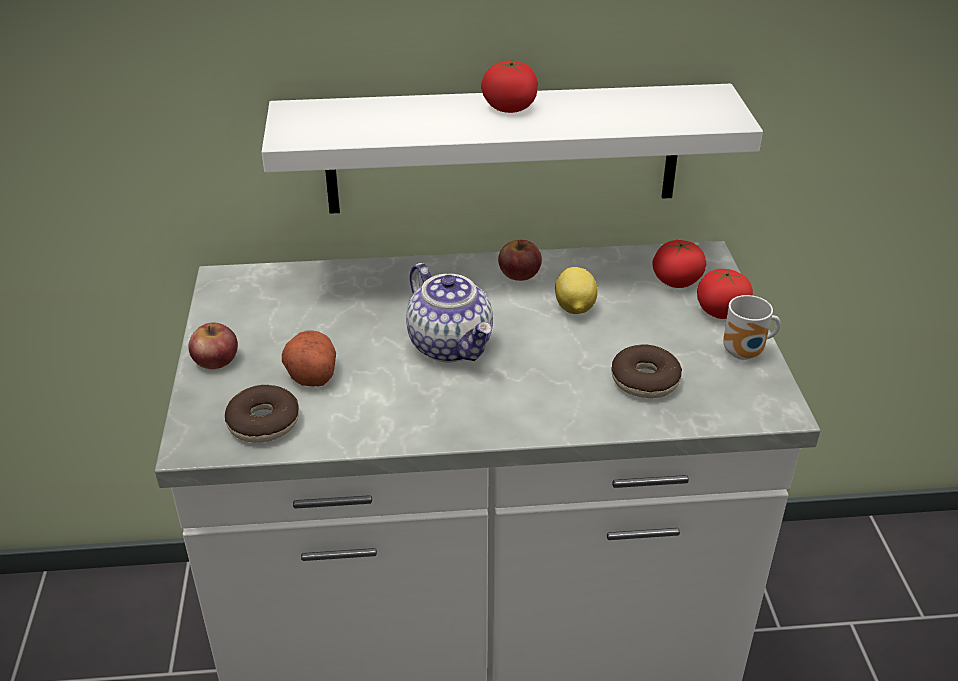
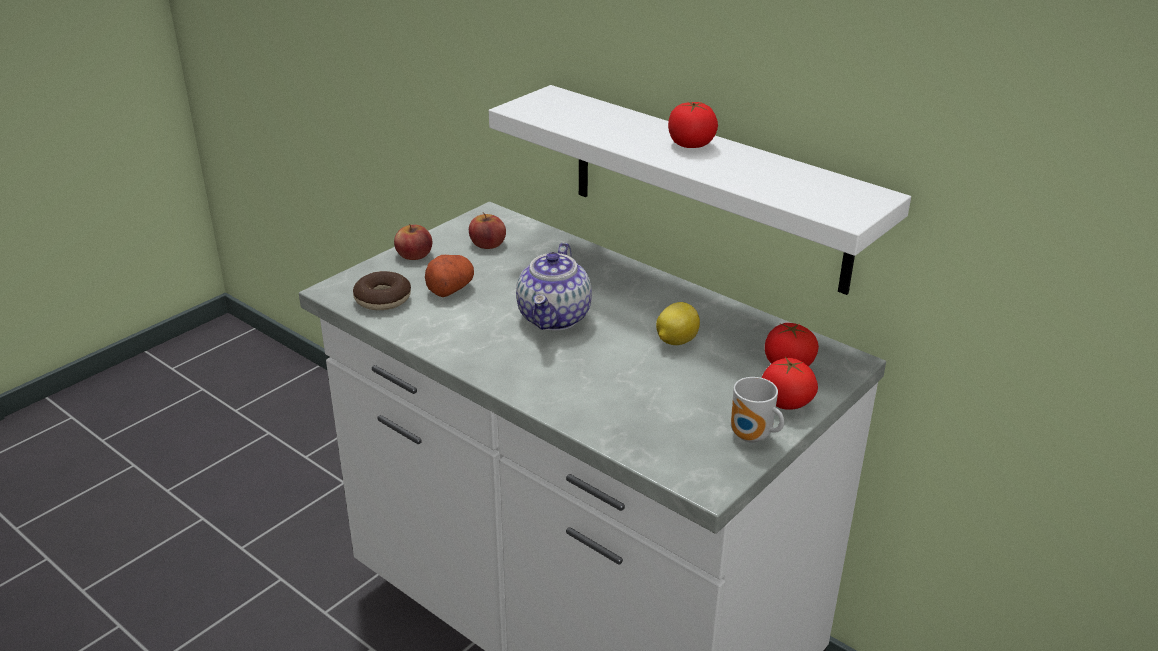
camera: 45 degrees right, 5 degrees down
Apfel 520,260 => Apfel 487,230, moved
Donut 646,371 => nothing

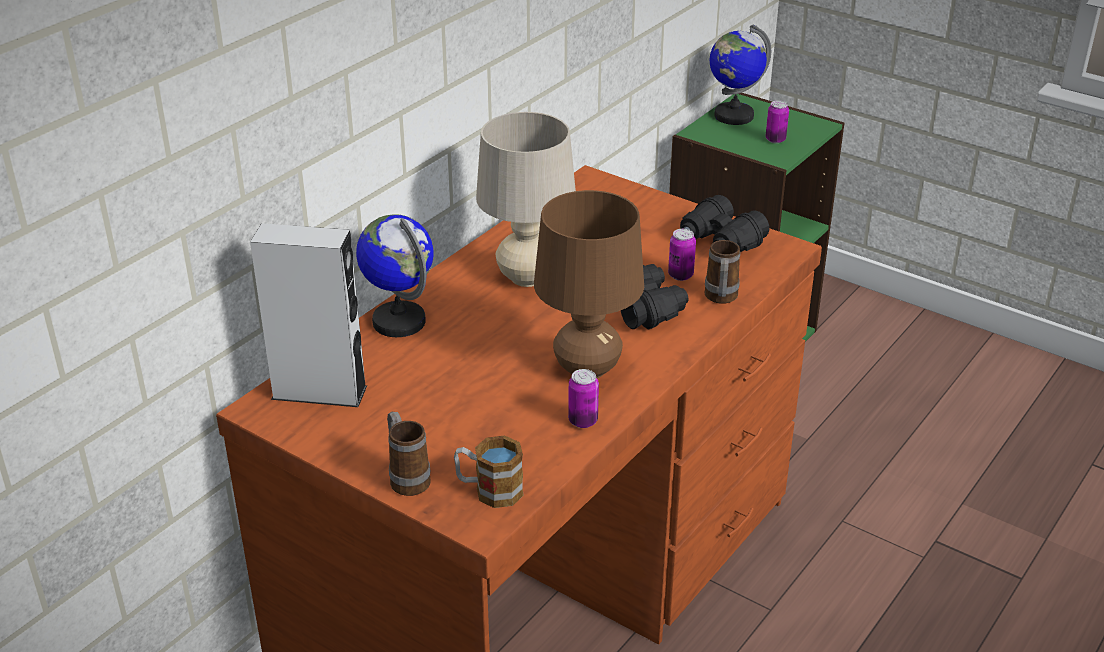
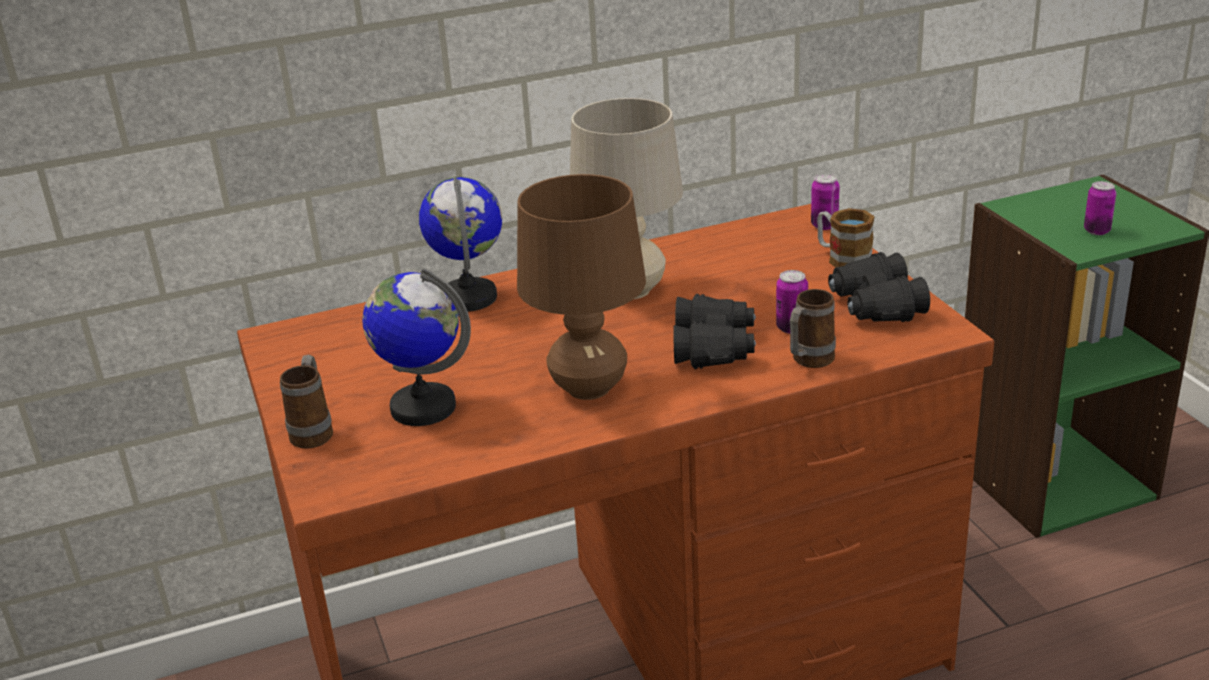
camera: 35 degrees right, 5 degrees down
Globus 740,74 => Globus 416,347, moved
Dose 583,398 => Dose 825,202, moved
Henkelbecher 489,471 => Henkelbecher 846,238, moved
Lautsprecher (grau) 308,315 => nothing

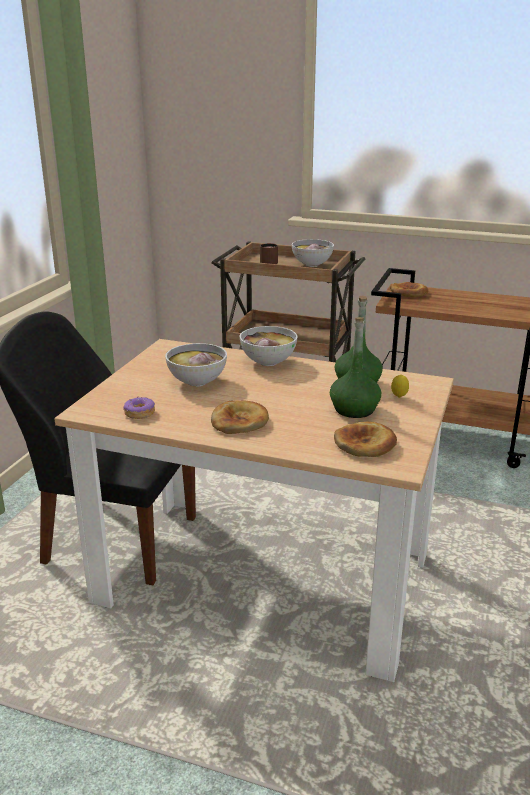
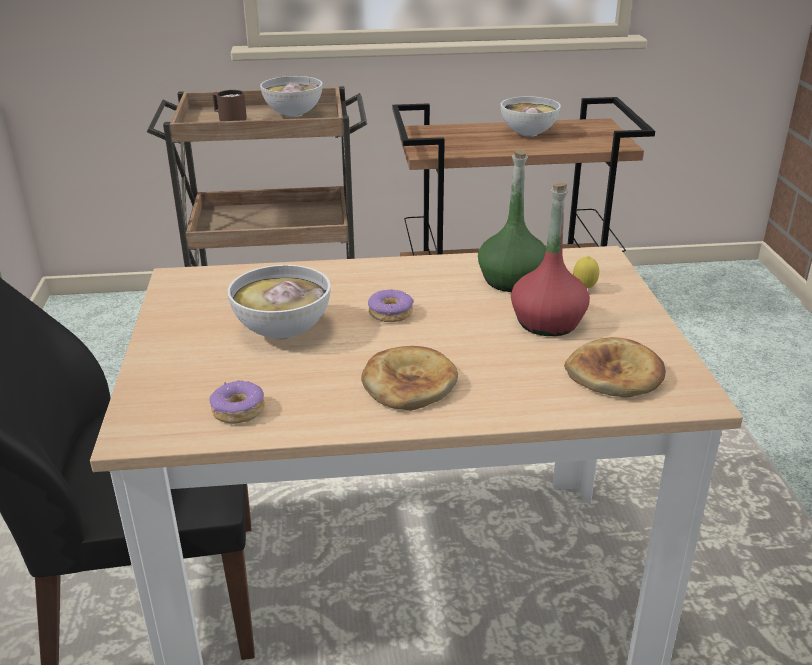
camera: 25 degrees left, 5 degrees up
nothing => Donut 391,305
Schüssel 268,346 => Schüssel 531,116, moved
Flasche (grün) 355,367 => Flasche (rot) 550,259
Brot 409,289 => nothing

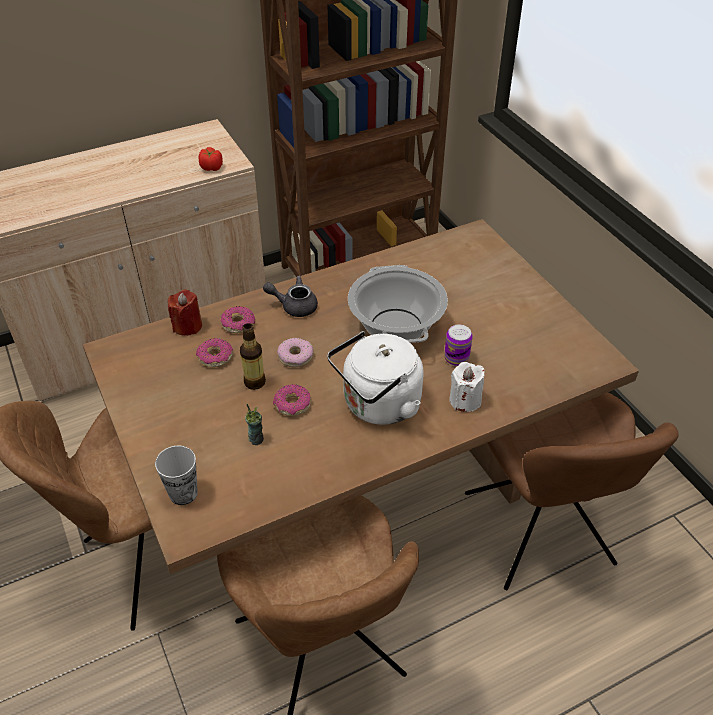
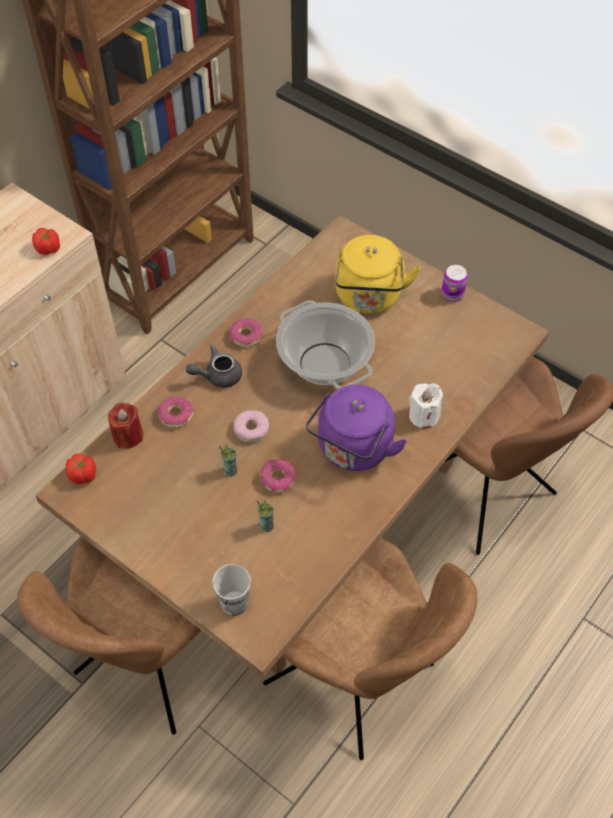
camera: 25 degrees left, 10 degrees up
nothing => Tomate 81,469
Flasche 253,356 => Tasse 228,460
Donut 214,352 => Donut 246,332, moved
Wasserkessel (weiß) 375,378 => Wasserkessel (lila) 356,427
nothing => Wasserkessel (gelb) 378,274
Dose 458,345 => Dose 454,283, moved

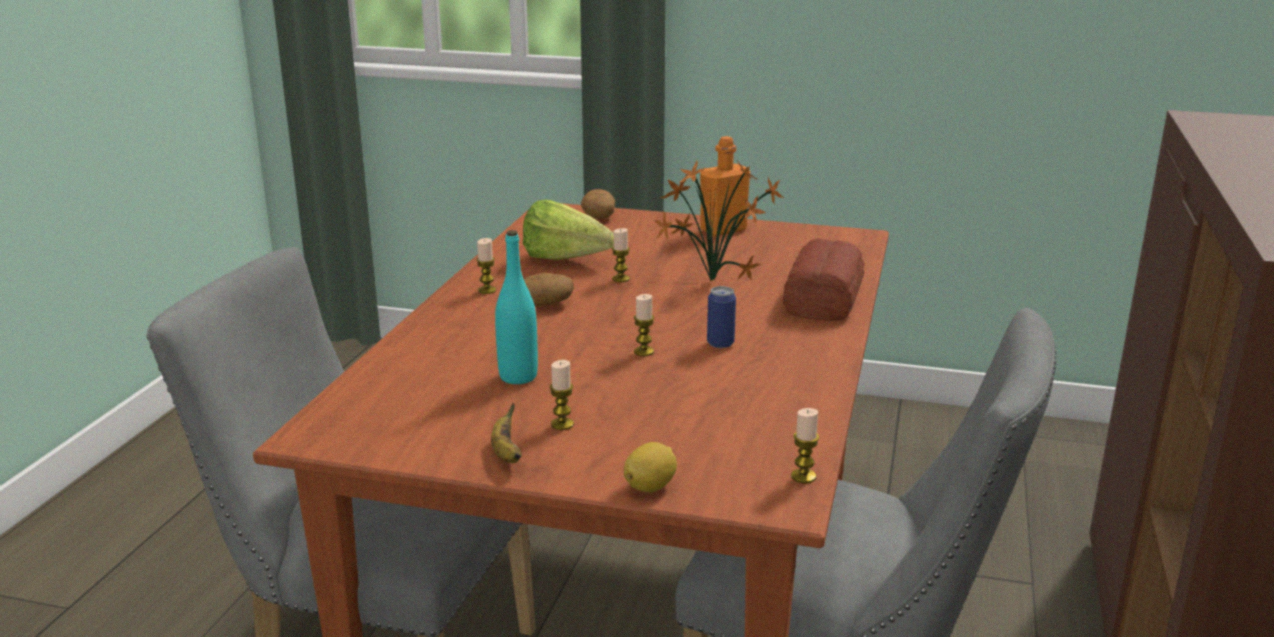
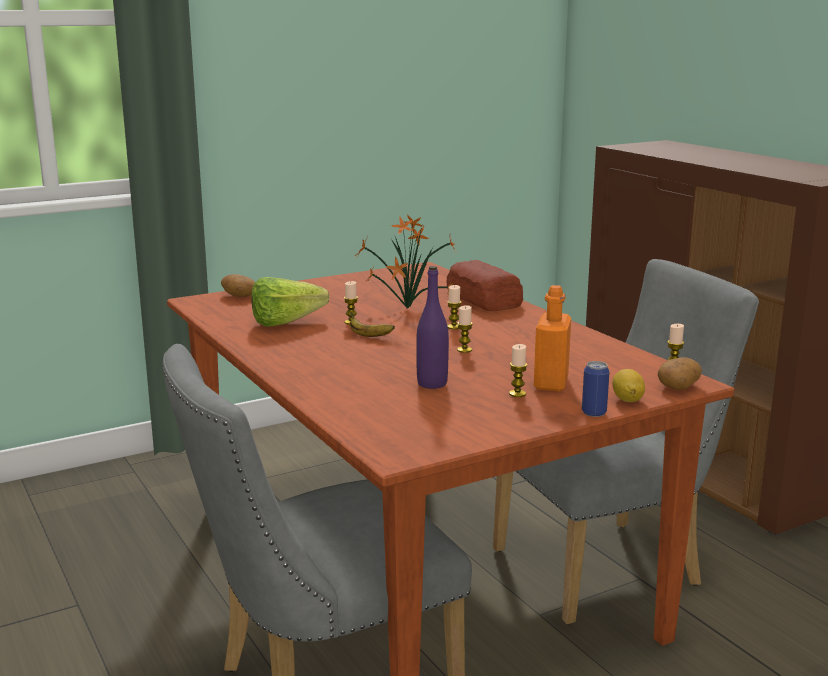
camera: 45 degrees left, 5 degrees down
Banane 506,433 => Banane 372,324, moved
Flasche (türkis) 516,307 => Flasche (lila) 432,327
Kerze 486,266 => Kerze 454,307, moved
Flasche (orange) 725,186 => Flasche (orange) 552,338, moved
Dose 721,317 => Dose 596,389, moved
Kartoffel 549,289 => Kartoffel 680,373, moved

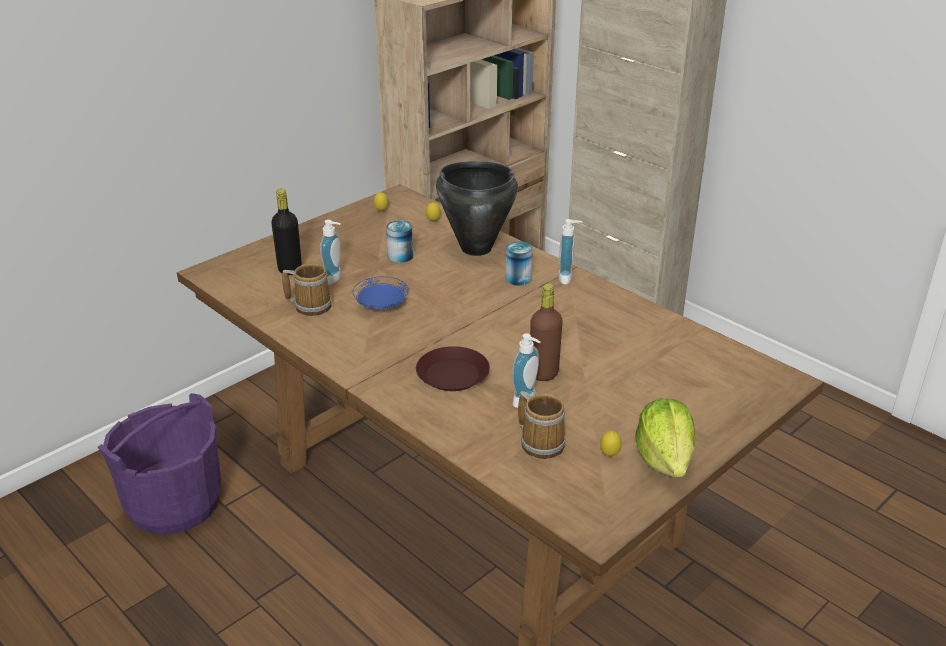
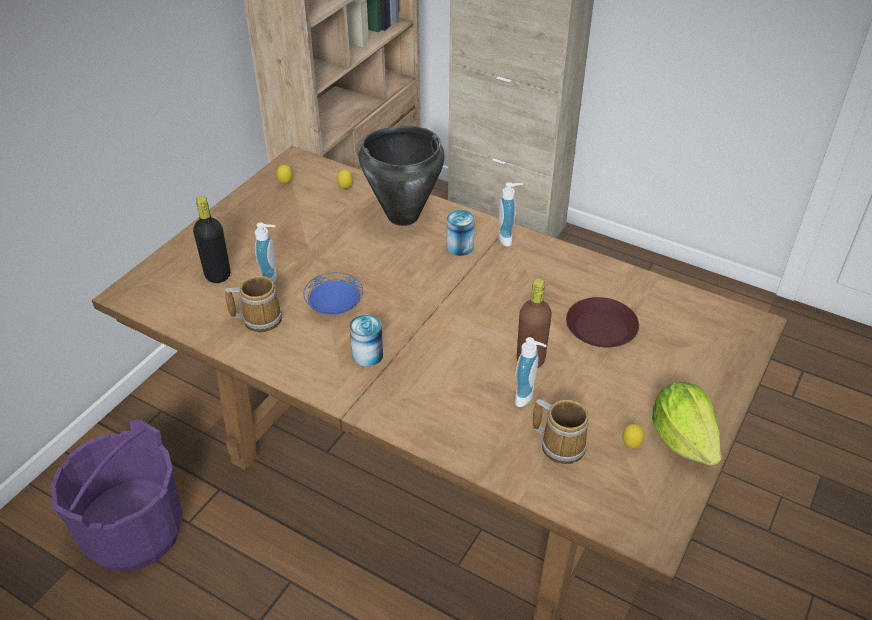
camera: 15 degrees left, 10 degrees up
Dose 399,242 => Dose 366,341, moved
Teller (braun) 453,368 => Teller (braun) 602,322, moved

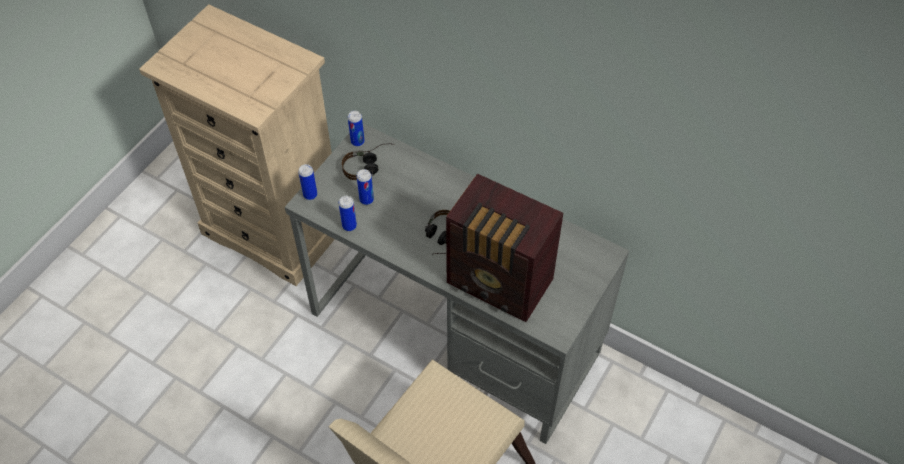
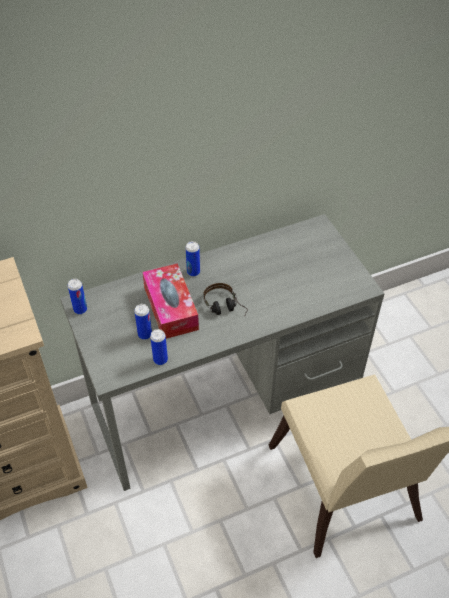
camera: 55 degrees left, 5 degrees down
nothing => Taschentuchbox 170,301
Dose 307,182 => Dose 193,259, moved
Kopfhörer 368,161 => nothing
Radio 504,248 => nothing

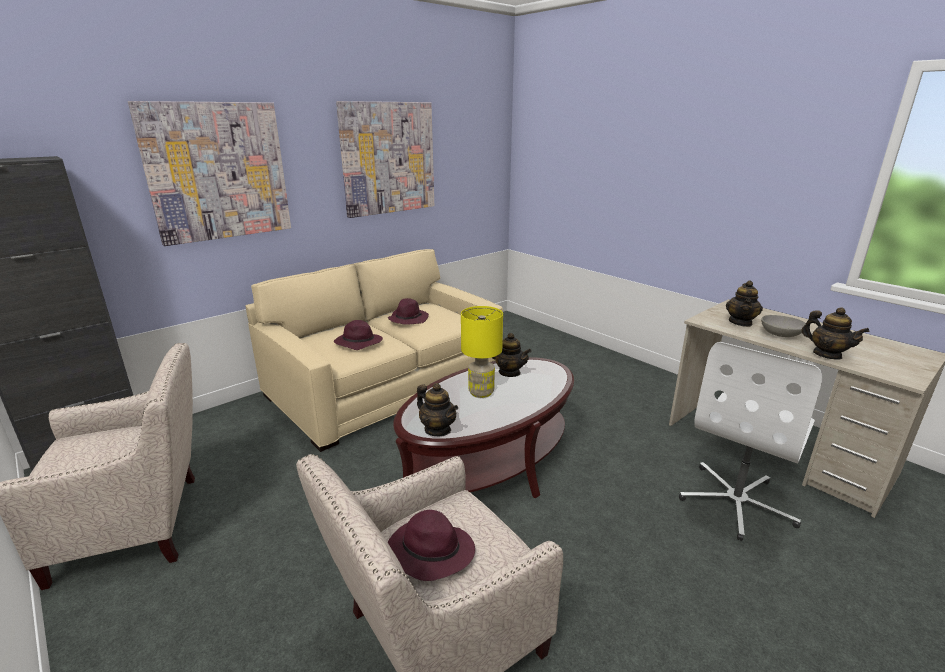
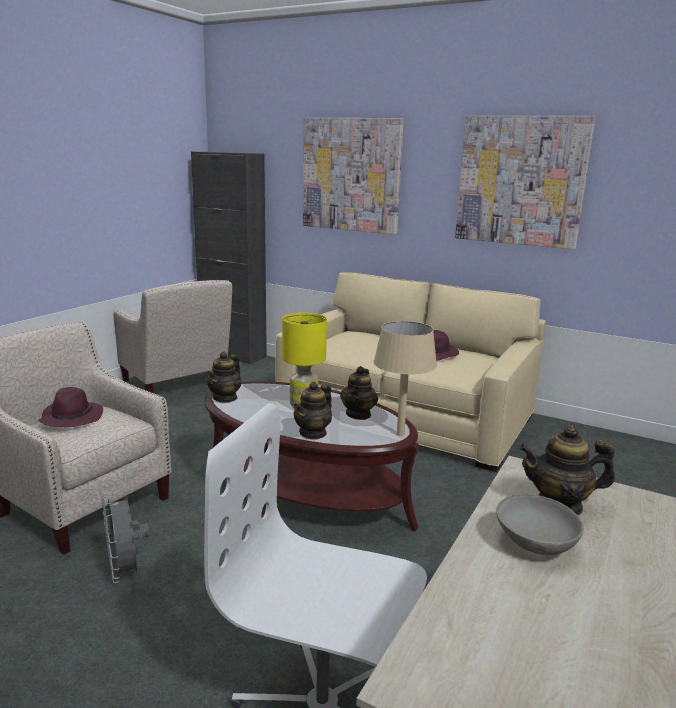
camera: 70 degrees right, 5 degrees down
nothing => Ventilator (grau) 125,538
Teekanne 836,333 => Teekanne 312,410, moved
nothing => Tischlampe (beige) 405,378
Hut (lila) 358,335 => nothing

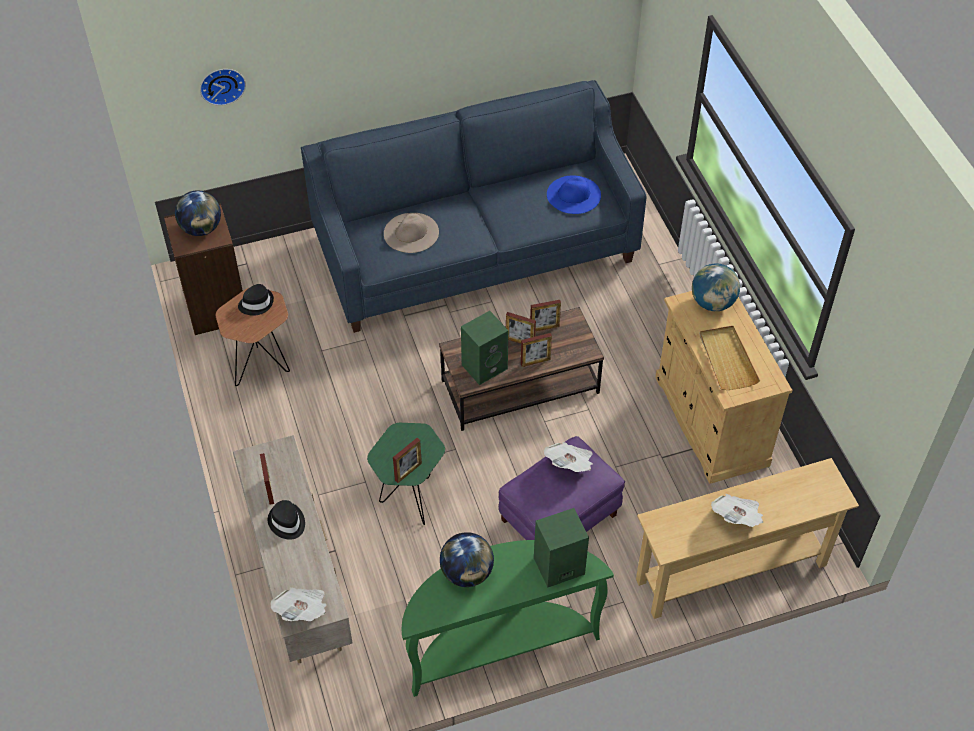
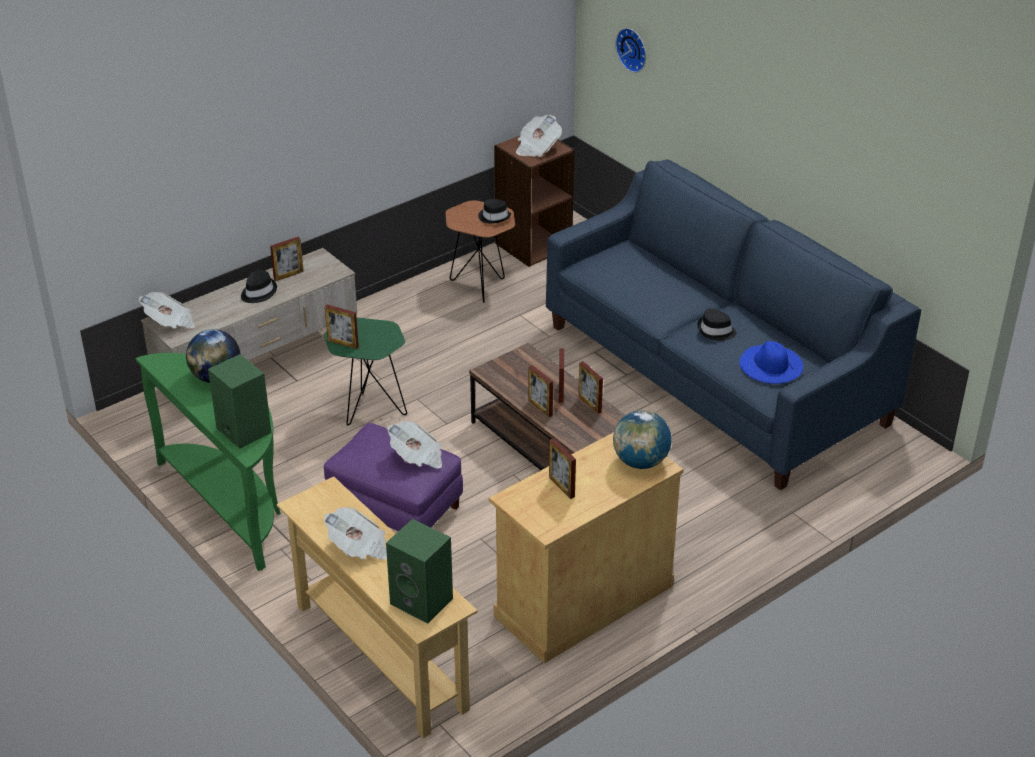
camera: 70 degrees right, 15 degrees down
Lautsprecher (grün) 484,348 => Lautsprecher (grün) 419,571, moved
Globus 198,213 => Zeitung 539,136
Tablett (beige) 730,358 => Bilderrahmen 562,468
nothing => Hut (schwarz) 717,324
Hut (beige) 411,233 => nothing

